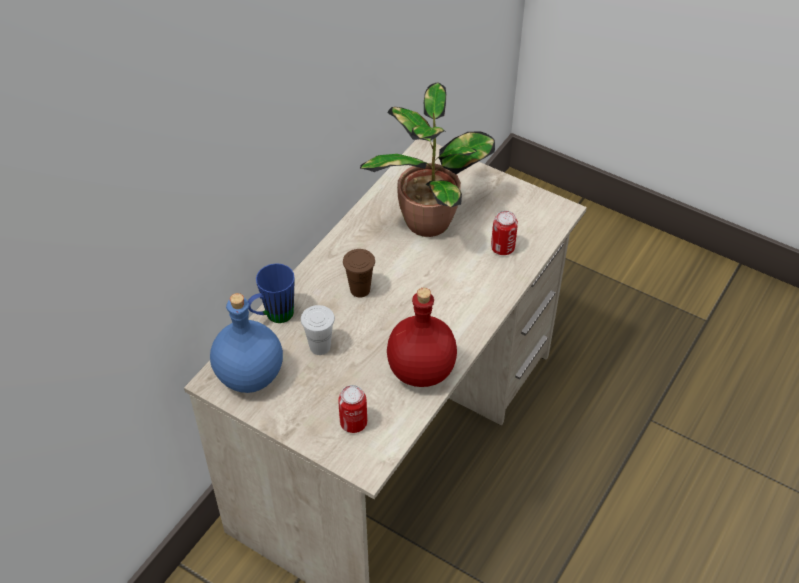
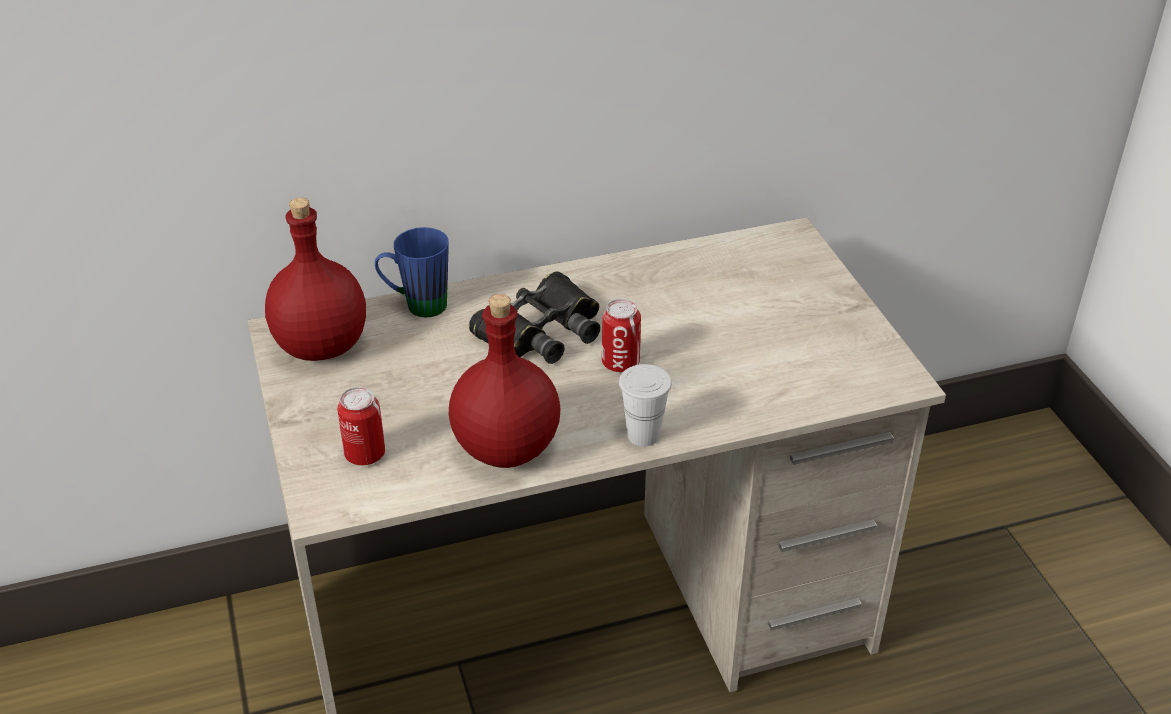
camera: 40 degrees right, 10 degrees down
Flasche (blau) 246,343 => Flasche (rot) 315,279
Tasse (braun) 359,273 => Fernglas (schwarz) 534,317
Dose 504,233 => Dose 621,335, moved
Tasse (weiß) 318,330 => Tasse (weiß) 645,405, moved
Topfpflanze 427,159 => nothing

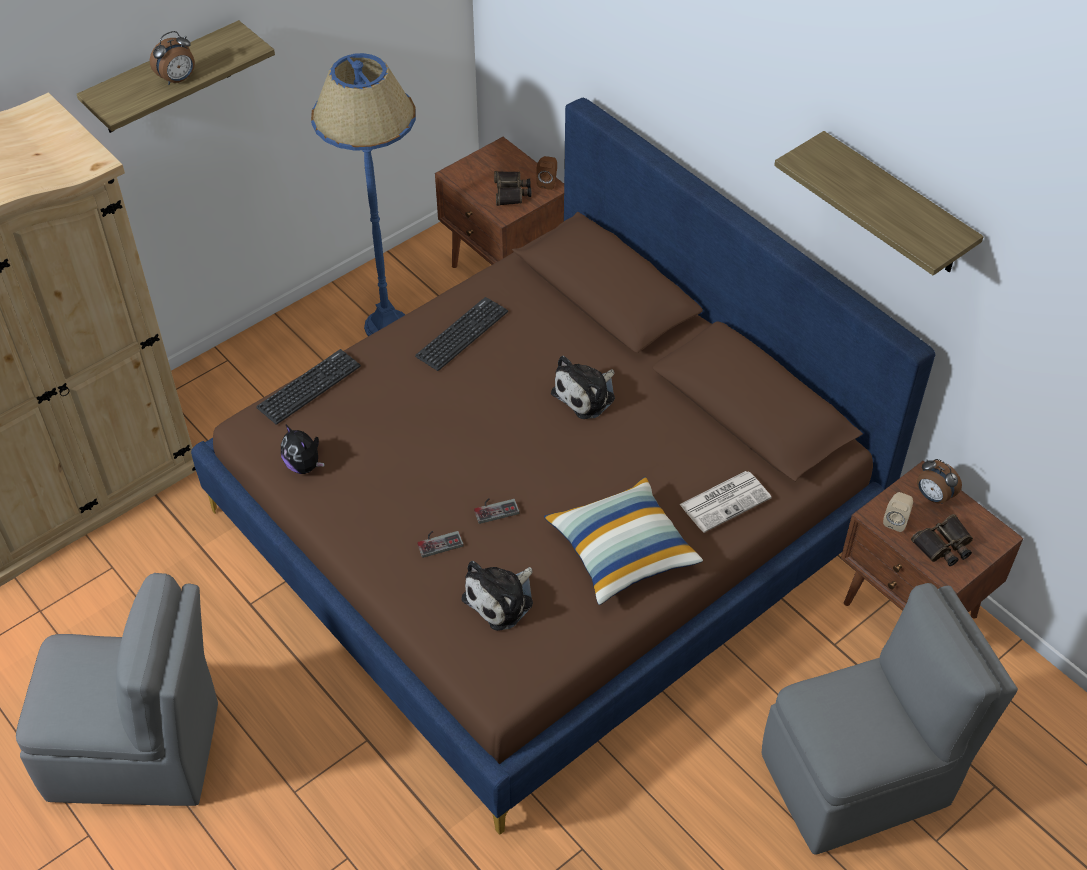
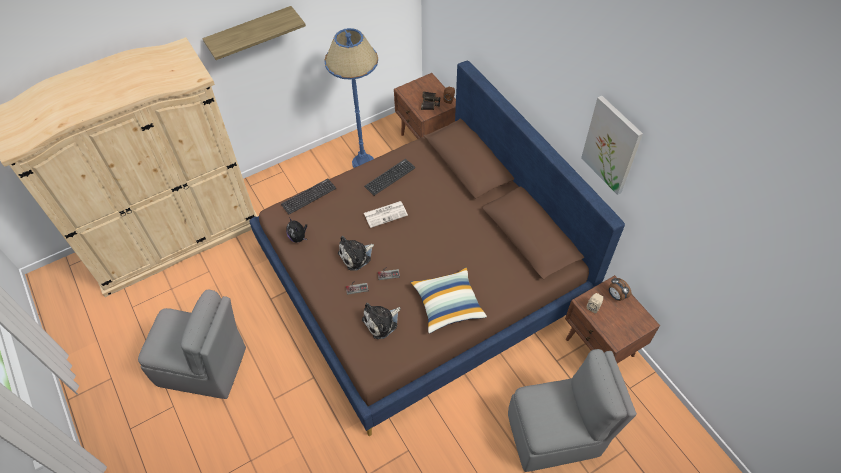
camera: 10 degrees right, 5 degrees up
Plüschtier 583,387 => Plüschtier 356,253, moved
Zeitung 725,502 => Zeitung 386,214, moved
Wandregal 879,203 => Bild 612,145
Wecker 172,58 => nothing
Fernglas 942,540 => nothing

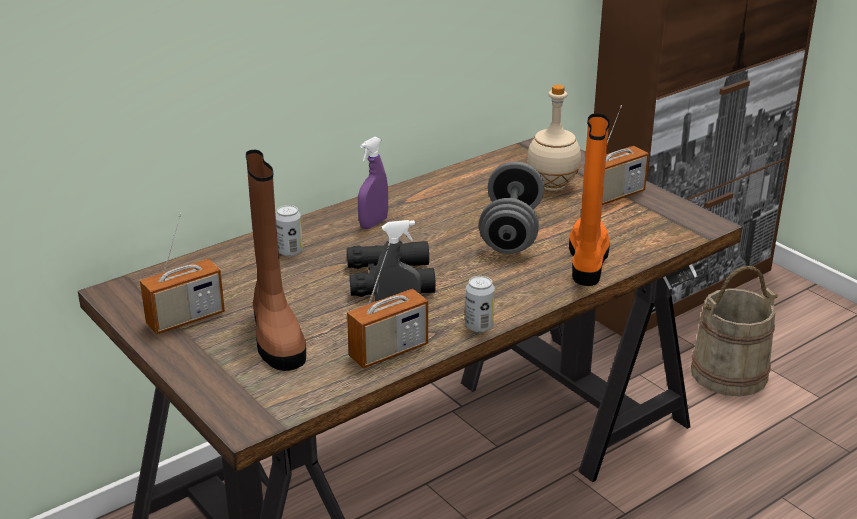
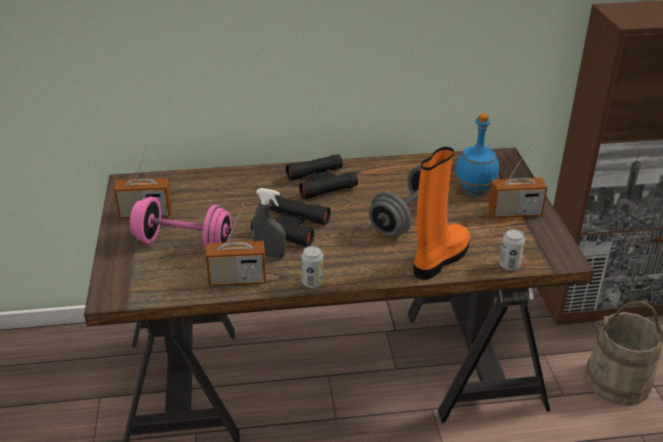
camera: 30 degrees right, 5 degrees up
Stiefel (braun) 276,260 => Hantel (rosa) 181,223
Sprühflasche (lila) 373,183 => Fernglas (schwarz) 322,177
Flasche (beige) 554,137 => Flasche (blau) 477,154
Dose 289,231 => Dose 512,249, moved

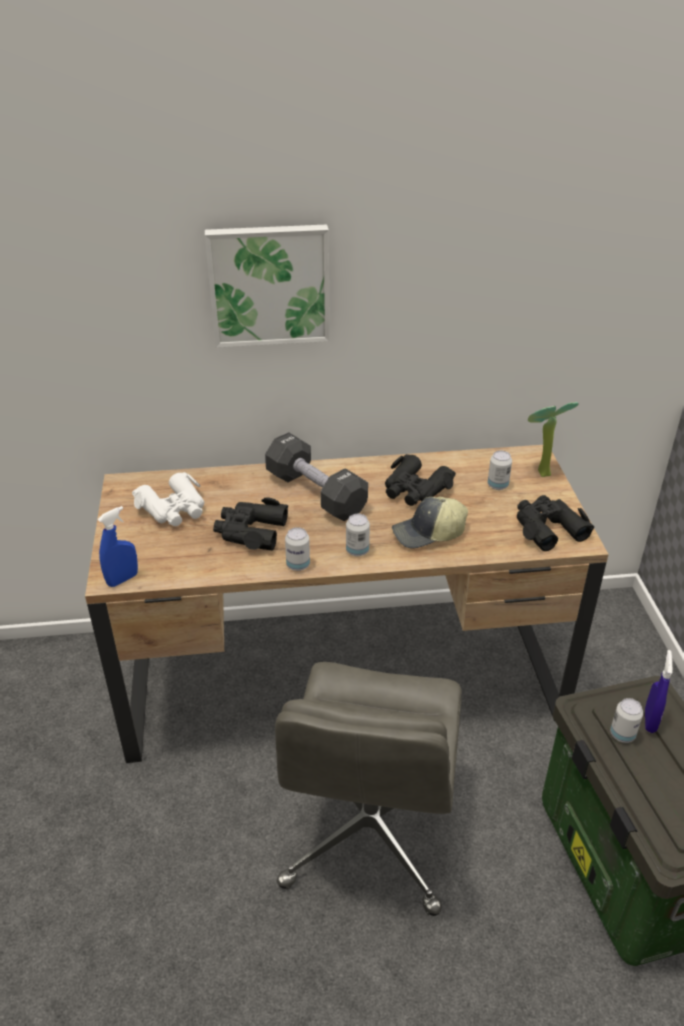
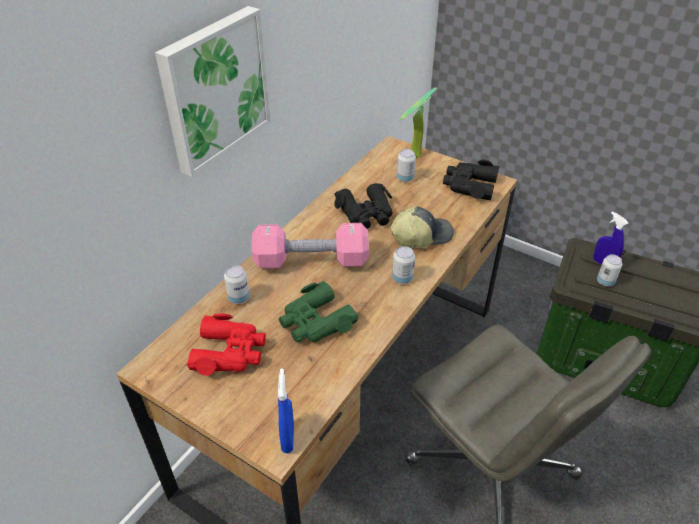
camera: 50 degrees left, 5 degrees up
Fernglas (weiß) 168,499 => Fernglas (rot) 226,344
Dose 297,549 => Dose 237,284, moved
Hantel (schwarz) 316,476 => Hantel (rosa) 310,245
Fernglas (schwarz) 250,524 => Fernglas (grün) 319,311
Kappe 430,523 => Kappe 422,227, 135 degrees counterclockwise

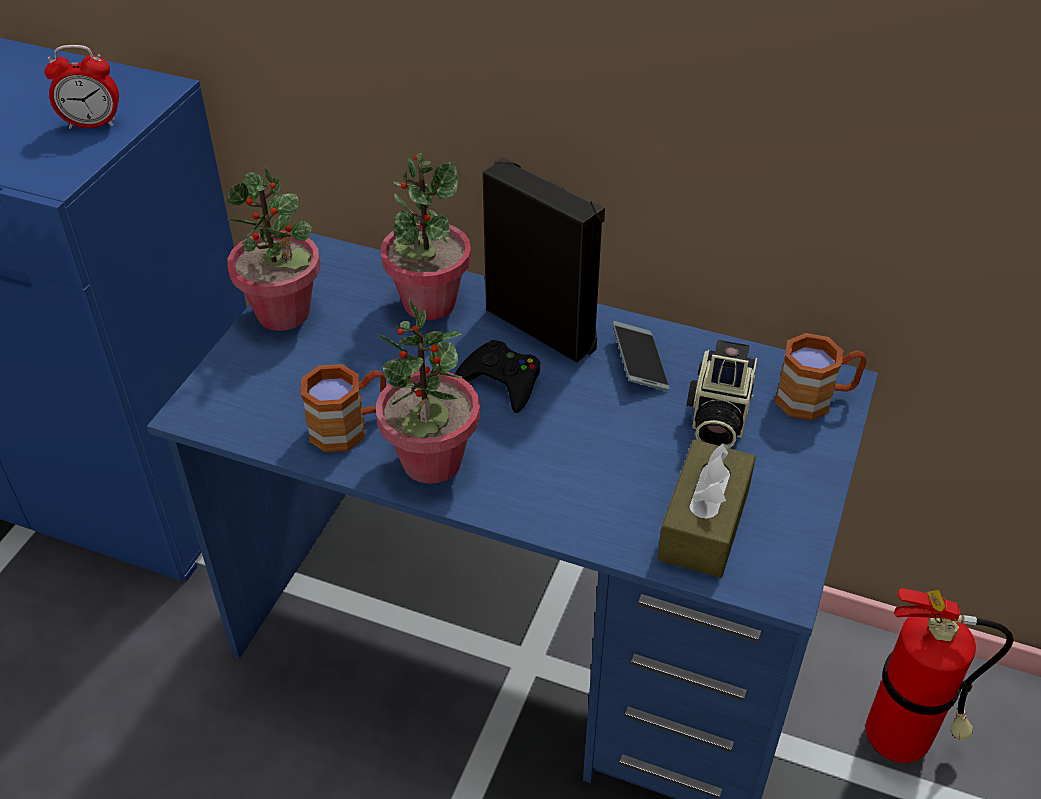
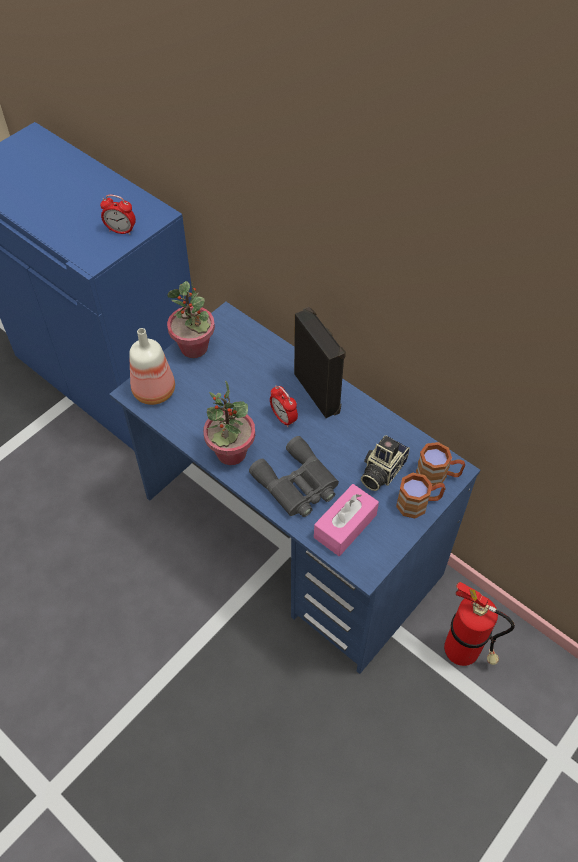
camera: 20 degrees right, 10 degrees up
nothing => Flasche 152,366
nothing => Fernglas (grau) 294,476
Gamepad (schwarz) 497,376 => Wecker 284,406
Taschentuchbox (braun) 706,508 => Taschentuchbox (rosa) 346,520
Henkelbecher (braun) 343,408 => Henkelbecher (braun) 420,495, moved
Topfpflanze 426,236 => nothing
Handy 640,356 => nothing

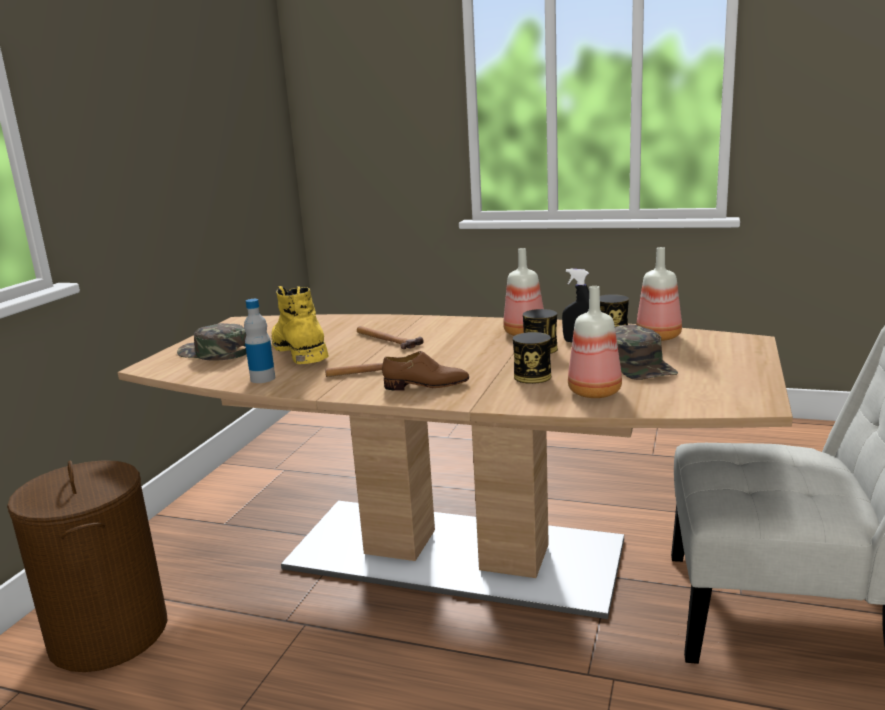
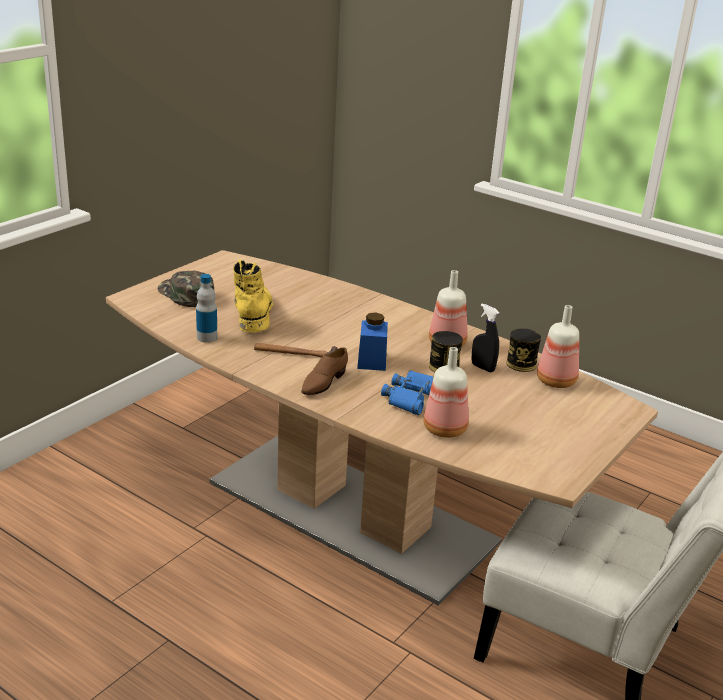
camera: 15 degrees right, 10 degrees up
Schuh (braun) 425,371 => Schuh (braun) 324,371, 105 degrees clockwise
nothing => Vorratsglas (blau) 372,341
Dose 532,358 => Fernglas (blau) 407,392
Wäschekorb (braun) 87,566 => nothing
Hammer 390,337 => nothing
Kappe (grün) 646,352 => nothing

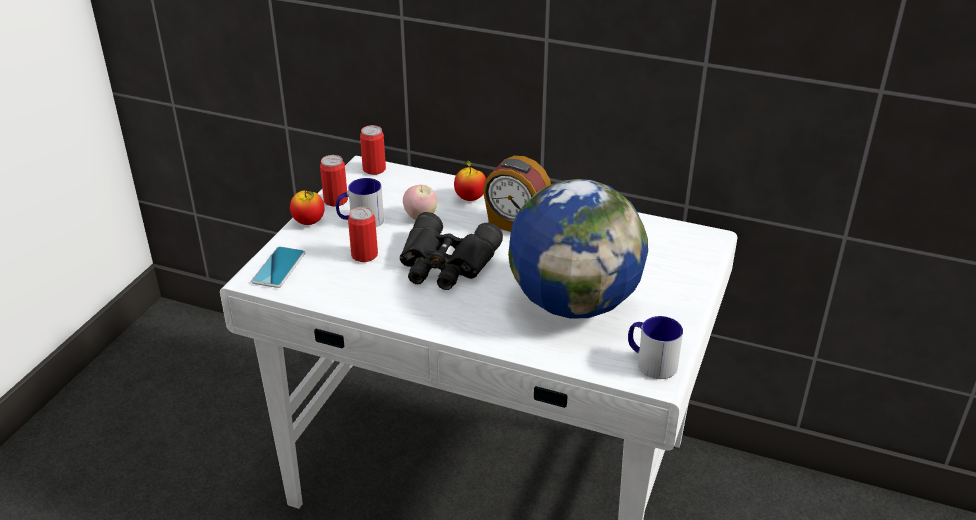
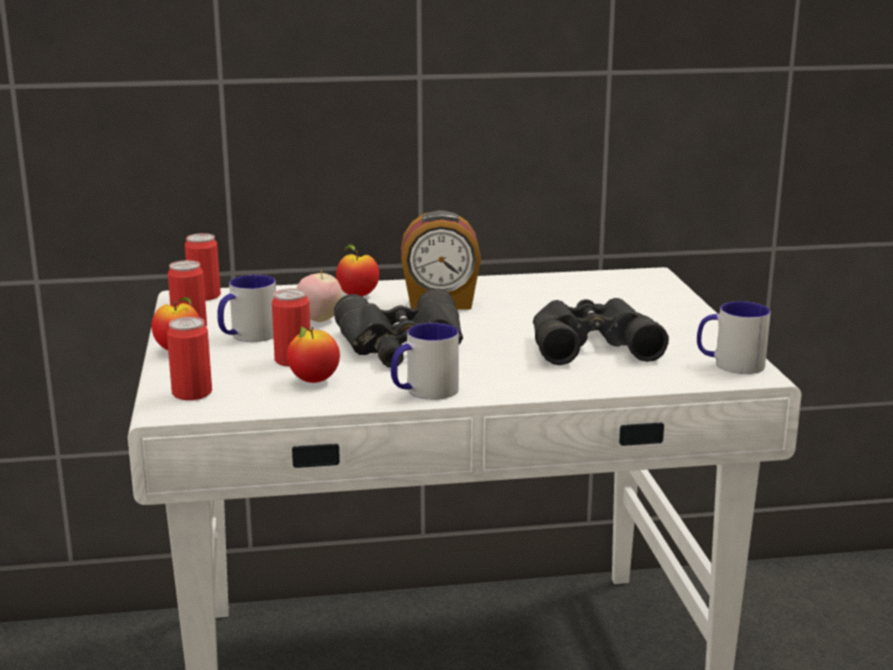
camera: 30 degrees left, 15 degrees down
Handy 278,267 => Dose 189,358
nothing => Apfel 313,354
nothing => Henkelbecher 425,361
Globus 578,249 => Fernglas (schwarz) 601,331

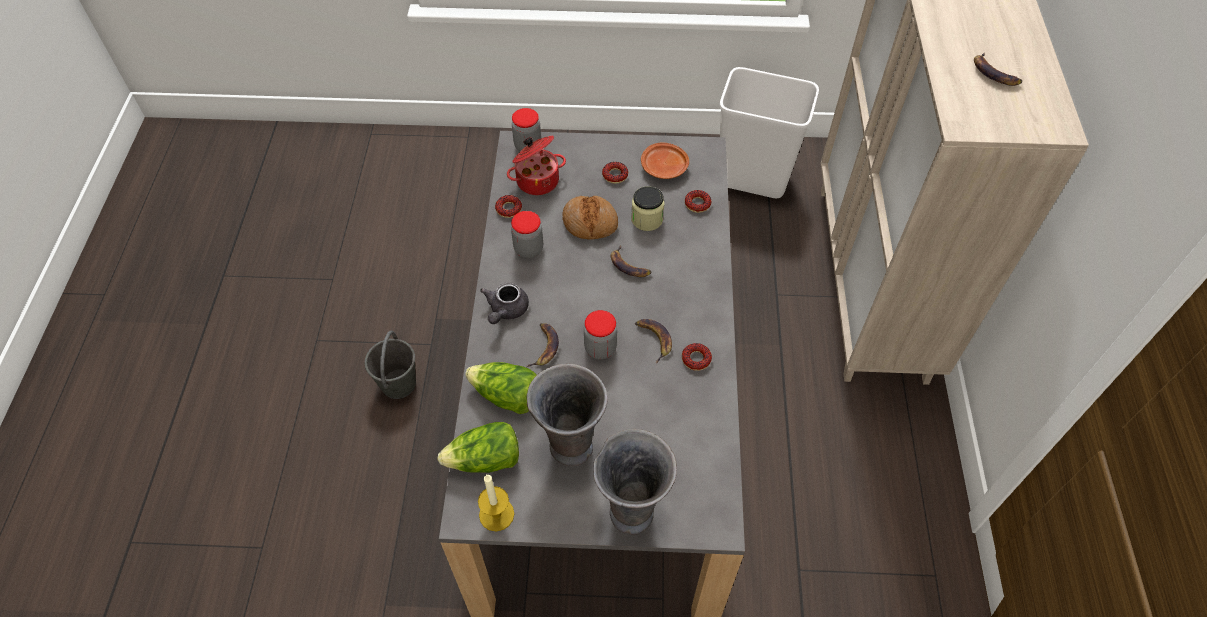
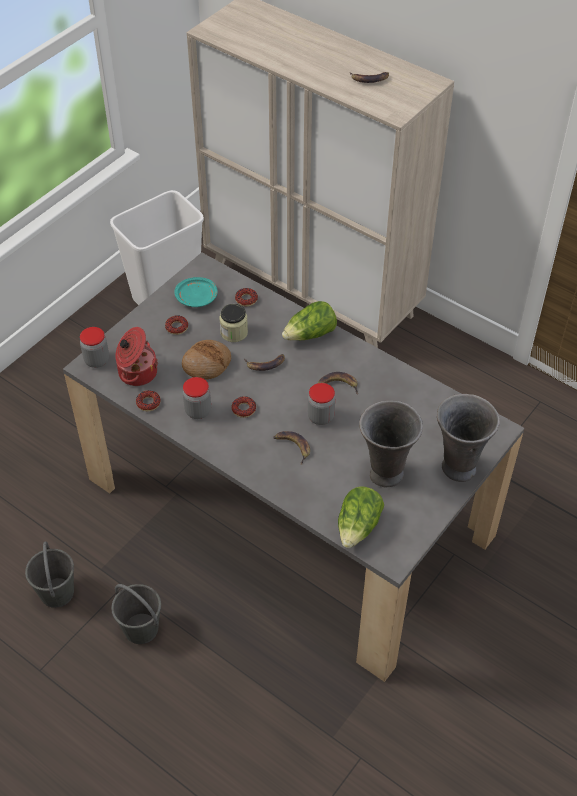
camera: 55 degrees left, 5 degrees down
nothing => Eimer (grau) 49,574
Teller (braun) 665,160 => Teller (türkis) 196,292
Donut 697,357 => Donut 244,407, moved
Salatkopf 501,388 => Salatkopf 309,320, moved
Kerze 496,503 => nothing
Teekanne (grau) 504,303 => nothing

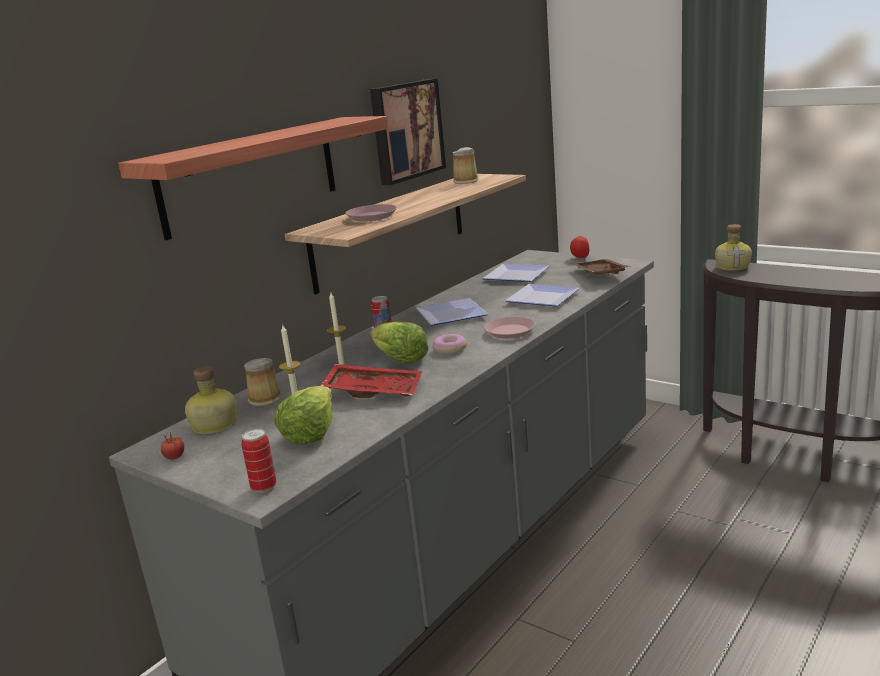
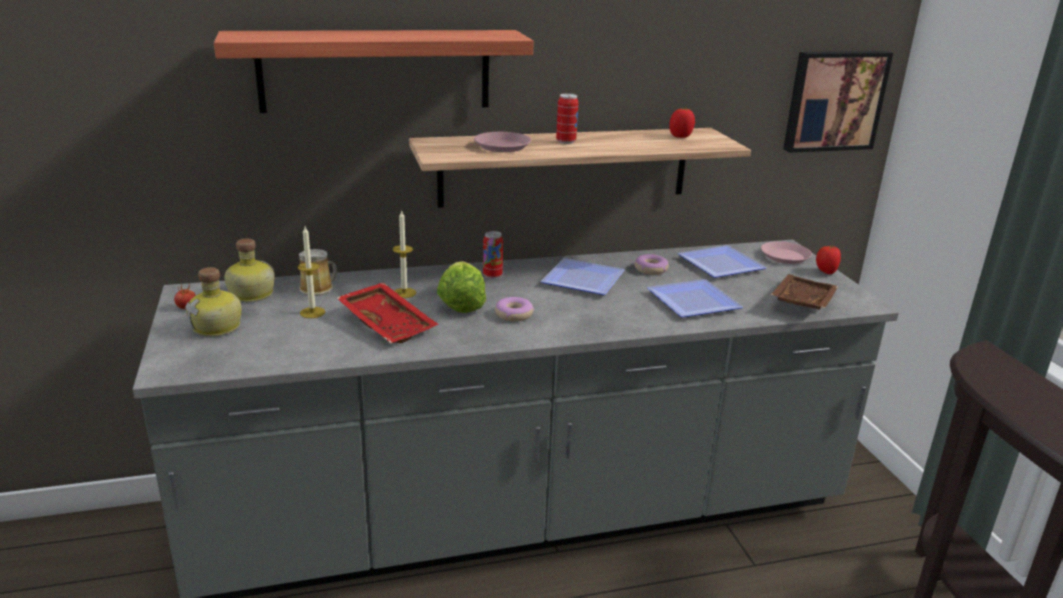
camera: 35 degrees right, 5 degrees up
Flasche 733,247 => Flasche 213,302, moved
Dose 258,461 => Dose 567,118, moved
nothing => Donut 651,264
Henkelbecher 466,165 => Tomate 682,122
Teller (rosa) 509,328 => Teller (rosa) 786,252, moved
Bild 408,131 => Bild 838,102, moved
Salatkopf 303,415 => nothing

